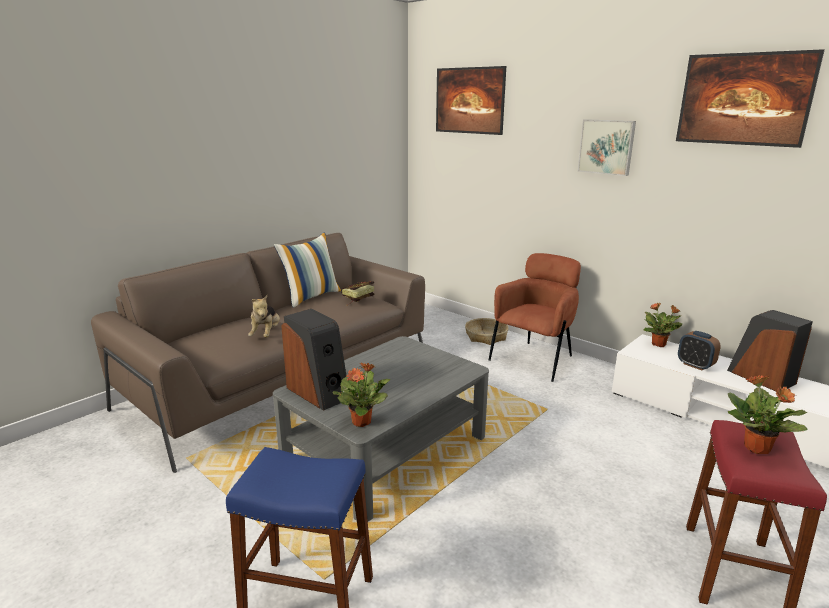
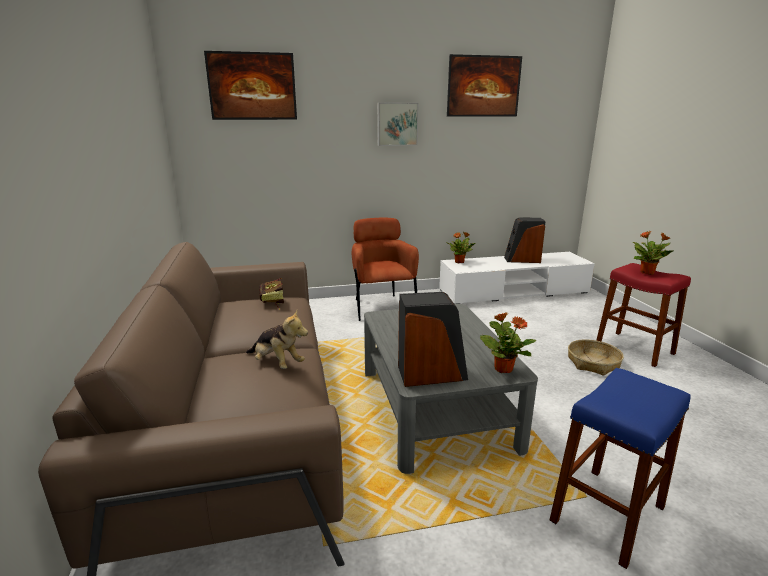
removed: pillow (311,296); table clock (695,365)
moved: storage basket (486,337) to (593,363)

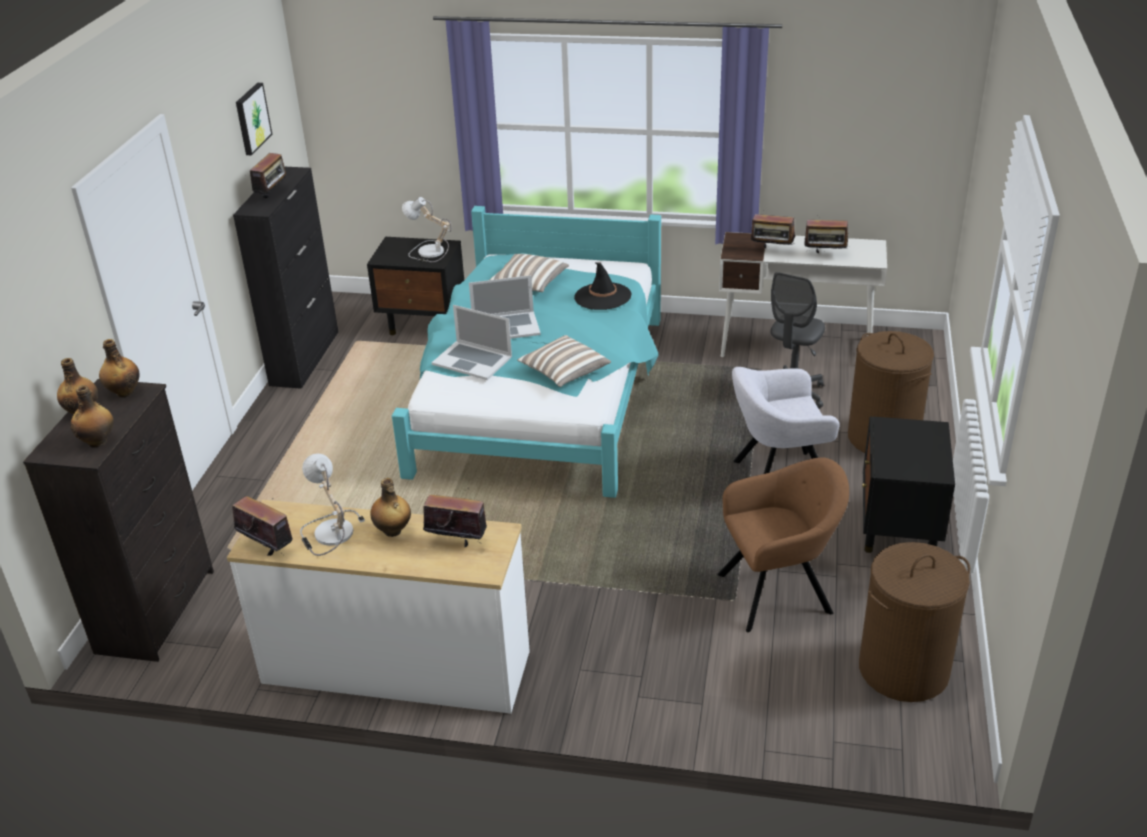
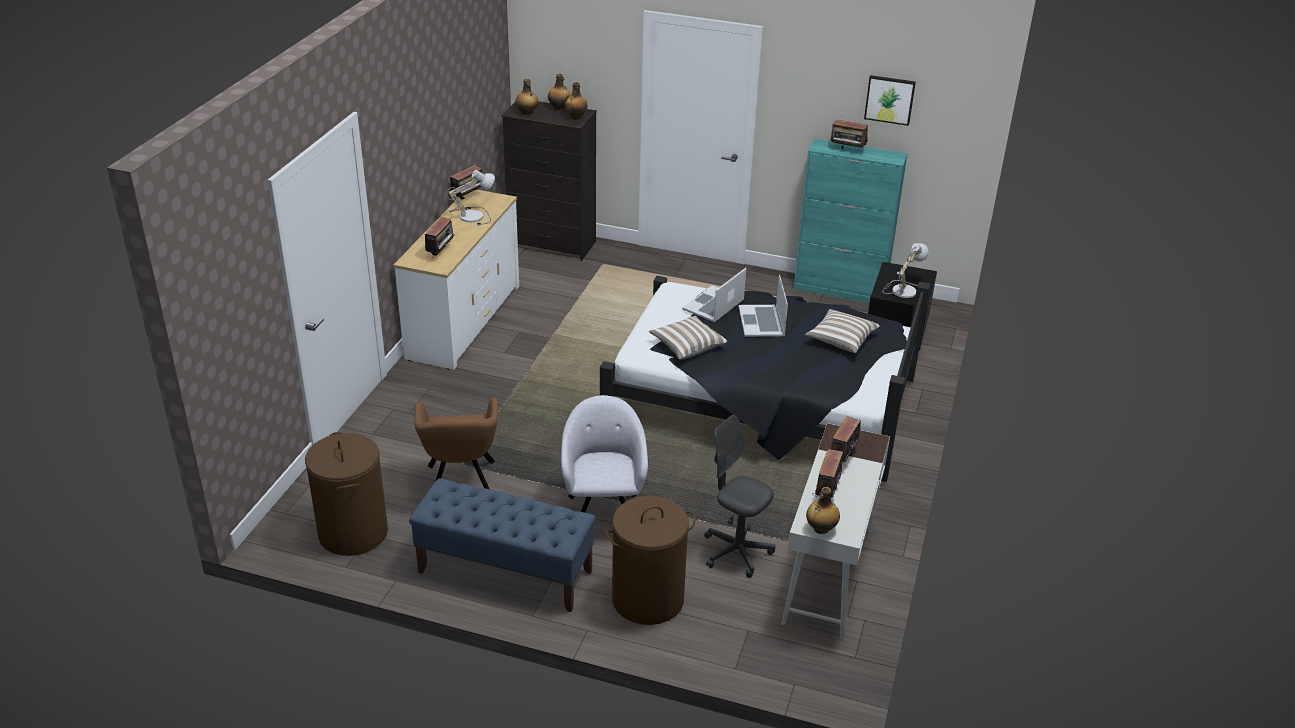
removed: hat (black-coloured) (602,297)
moved: bottle (393,531) to (820,529)
replaced: nightstand (black-coloured) (898,533) to indoor bench (blue) (504,572)
recoloured: cabinet (black-coloured) (305,357) to cabinet (turquoise-coloured) (840,290); bed (turquoise-coloured) (540,397) to bed (black-coloured) (760,400)

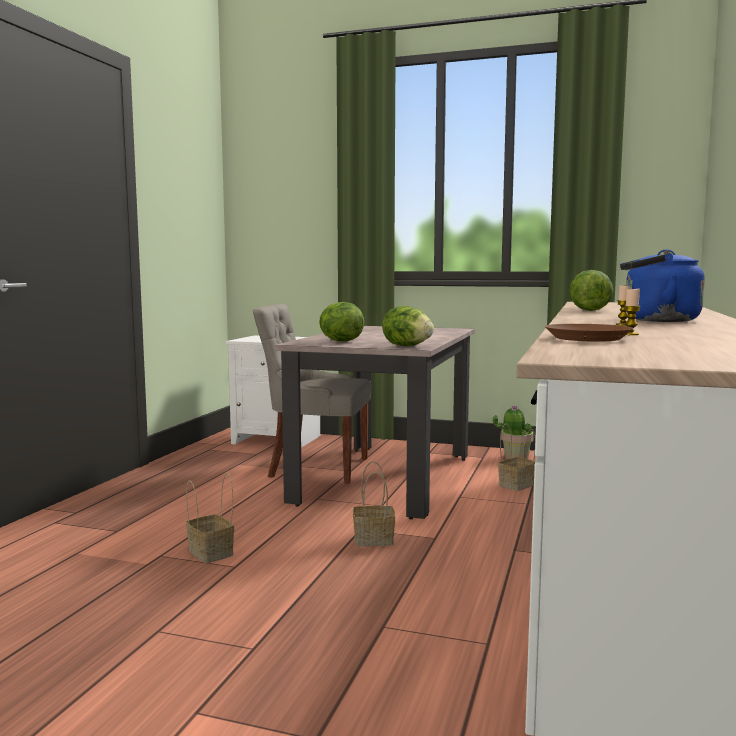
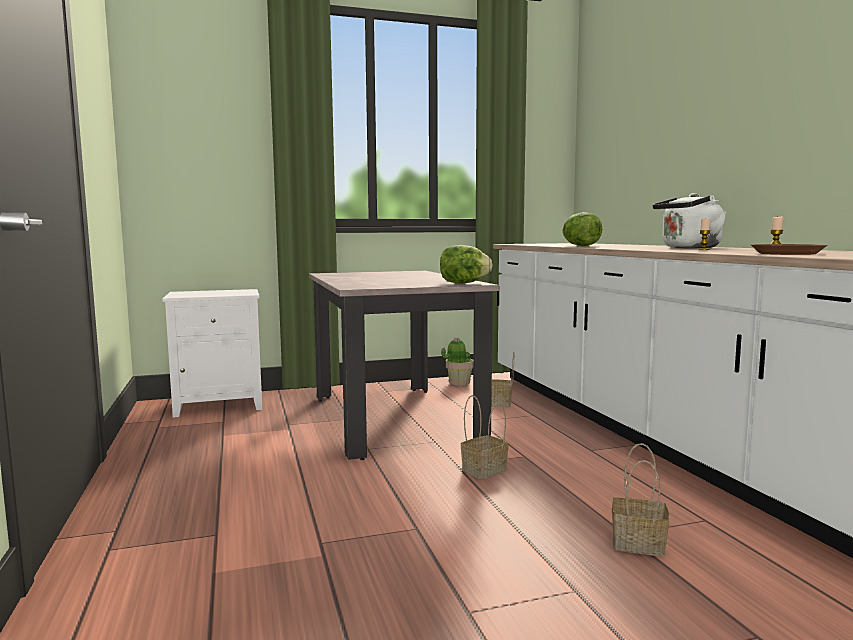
removed: lettuce (340,341); chair (greyish) (316,467)
moved: storage basket (212,553) to (640,543)
recoloured: water kettle (blue) (656,320) to water kettle (white) (688,248)

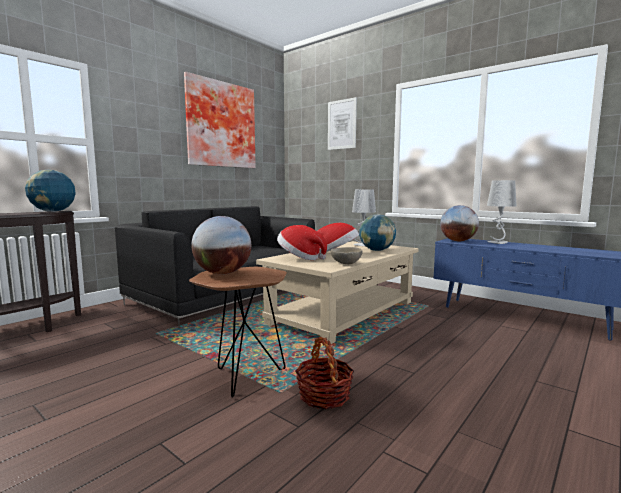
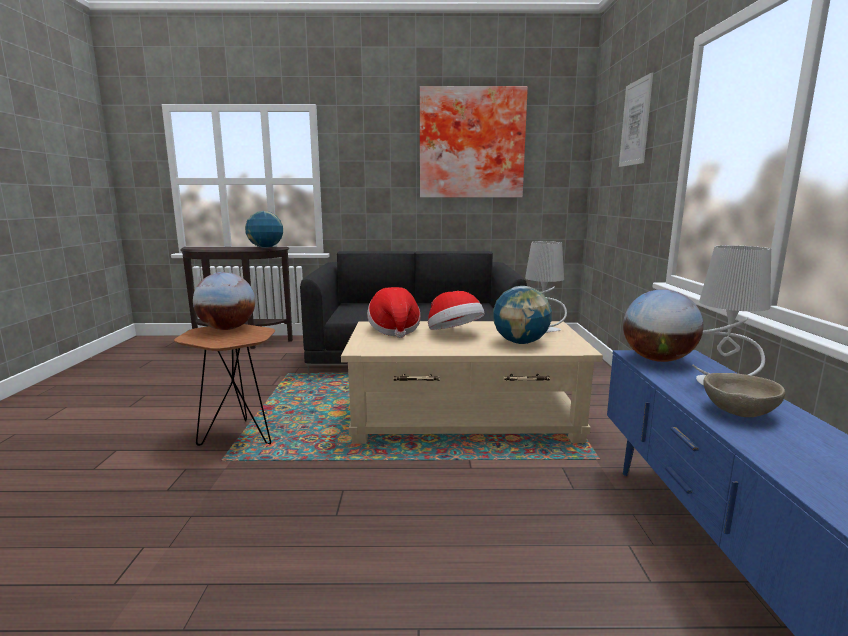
removed: storage basket (324,395)
moved: bowl (beige) (346,263) to (738,411)

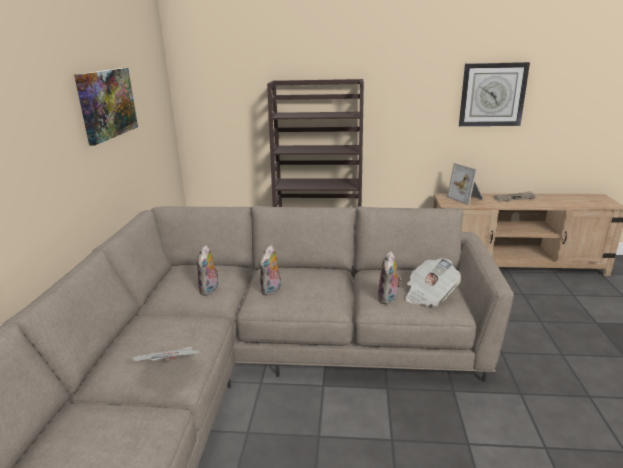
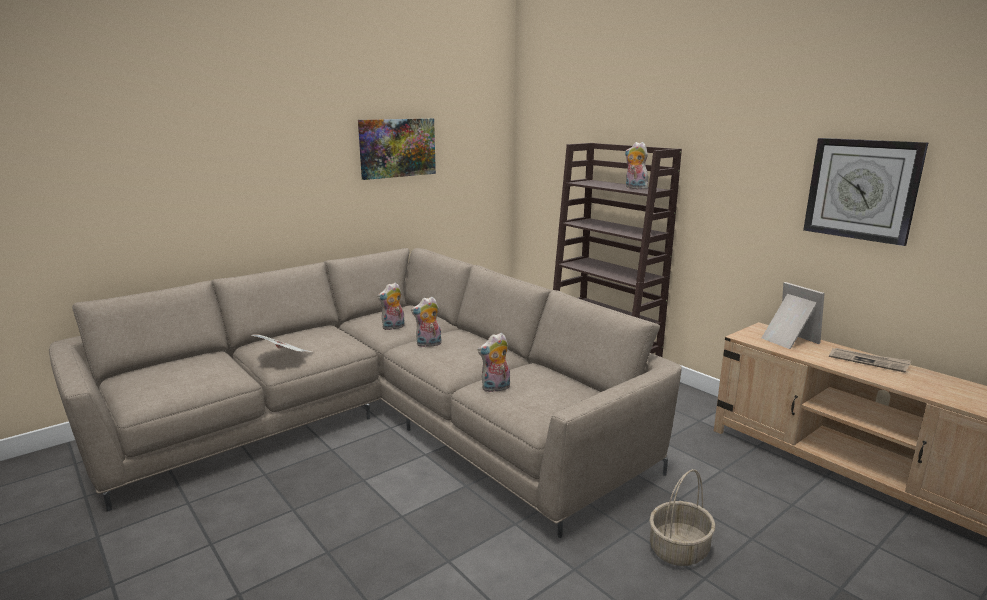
removed: printed paper (429,295)
added: soft toy (634,188); storage basket (679,550)
turned: picture frame (466,198) = (787,340) 135 degrees clockwise

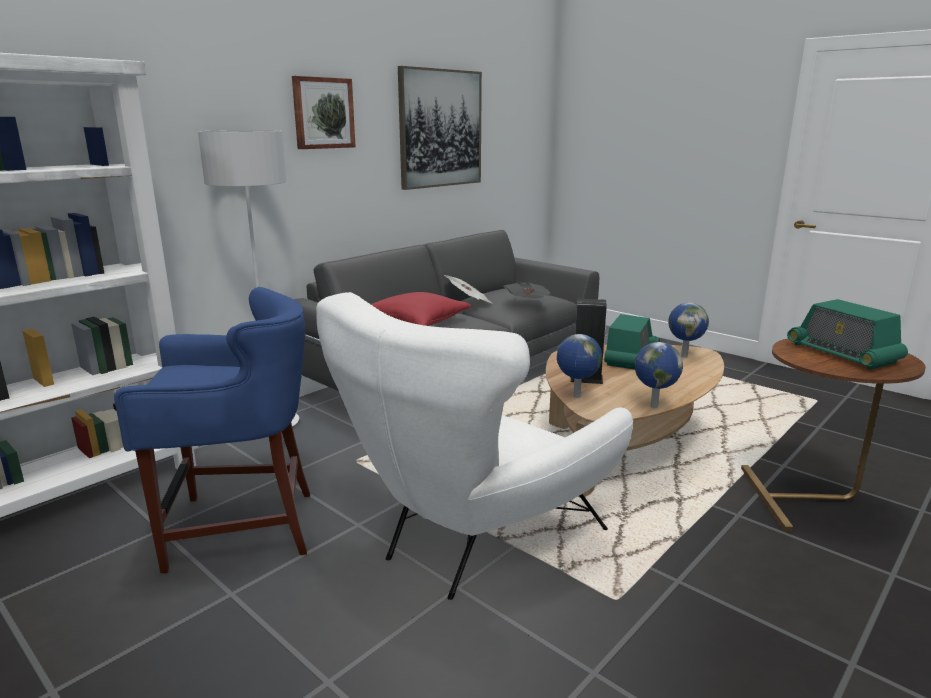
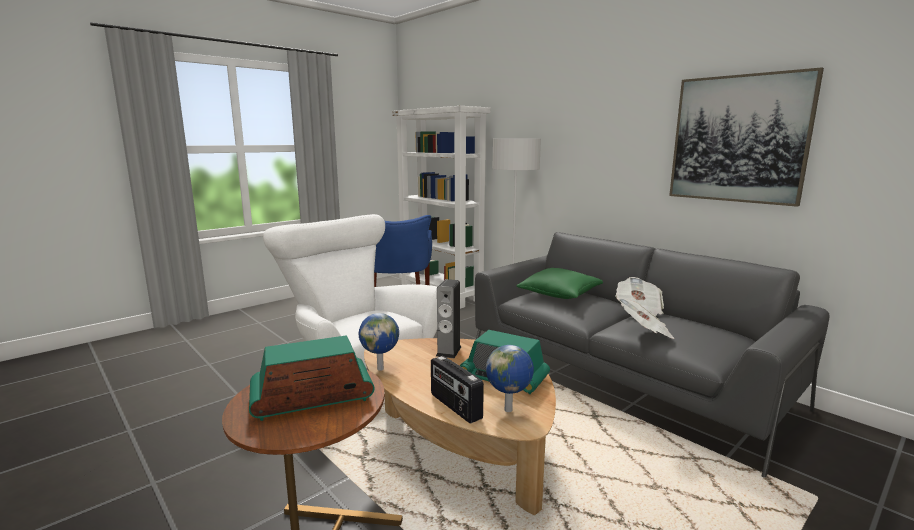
removed: wall art (323,113); globe (576,396)
added: radio receiver (455,406)
recoloured: pillow (red-coloured) (417,322) to pillow (greenish) (560,294)

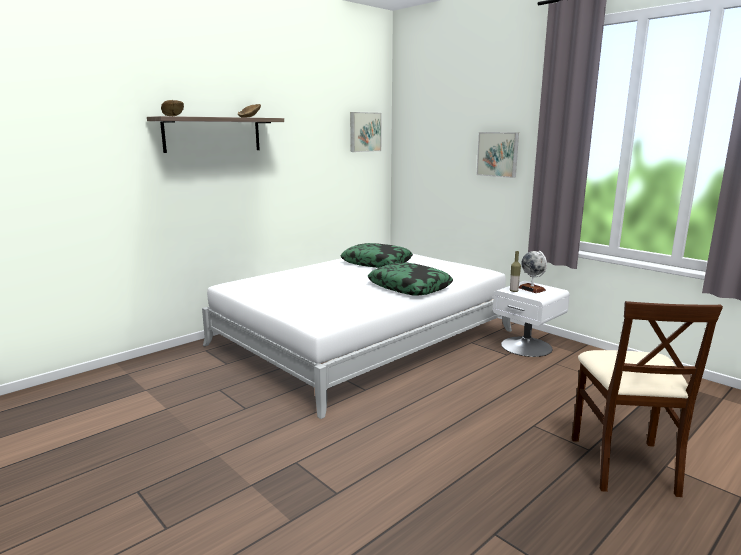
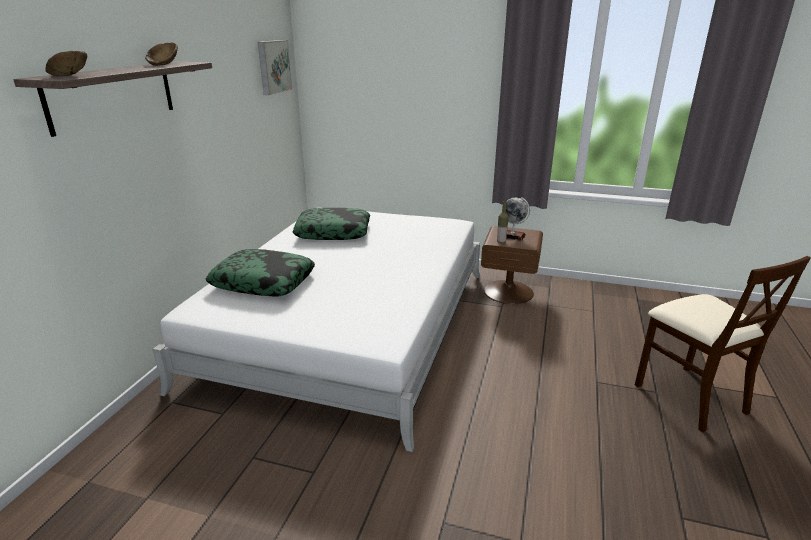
removed: wall art (498,154)
moved: pillow (410,287) to (263,282)
recoloured: nightstand (white) (527,346) to nightstand (brown) (508,291)

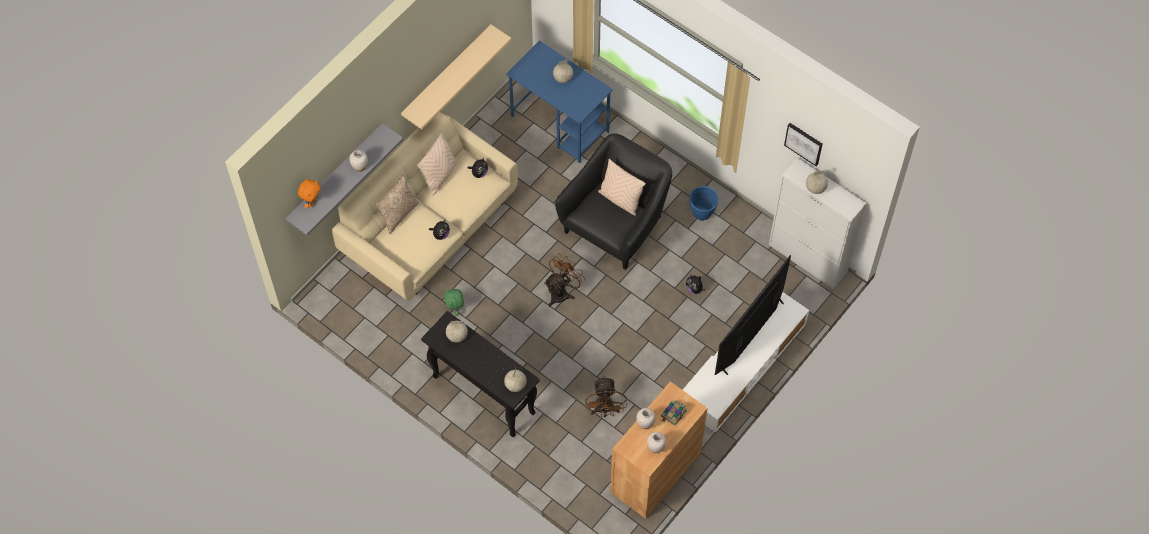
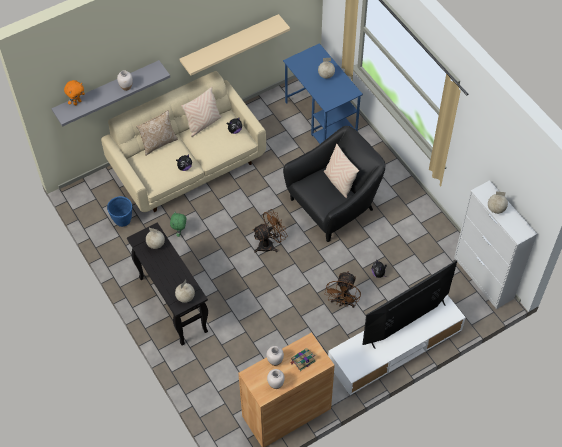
removed: wall art (804,143)
moved: plant pot (blue) (702,214) to (123,221); fan (brown) (605,410) to (343,302)

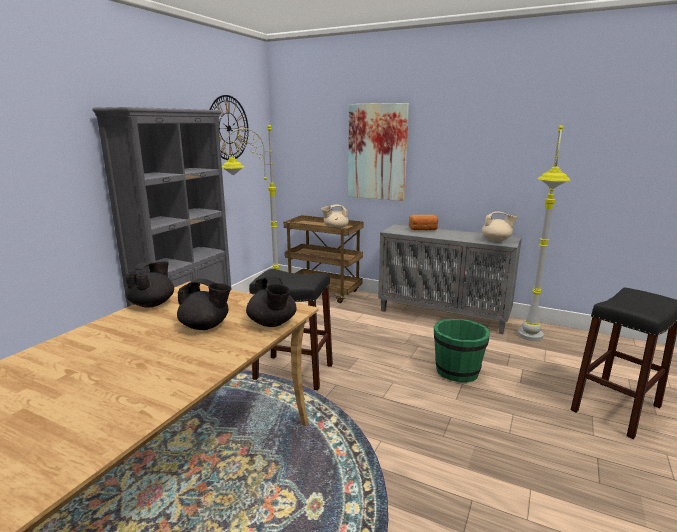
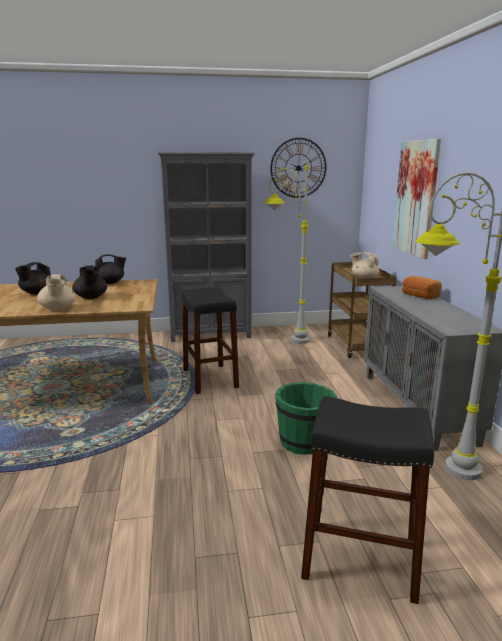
moved: teapot (beige) (496,240) to (58,309); teapot (black-coloured) (272,323) to (36,293)

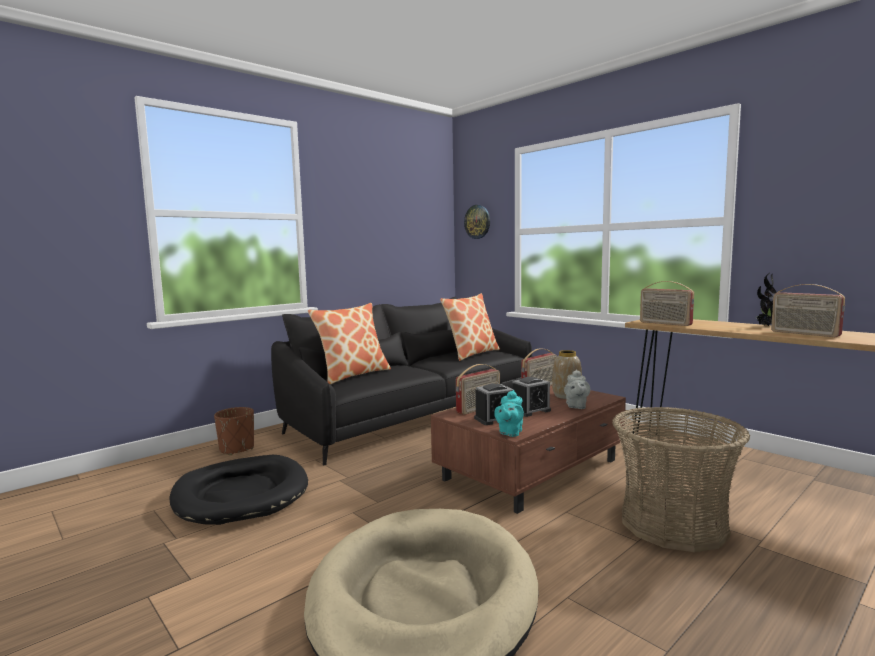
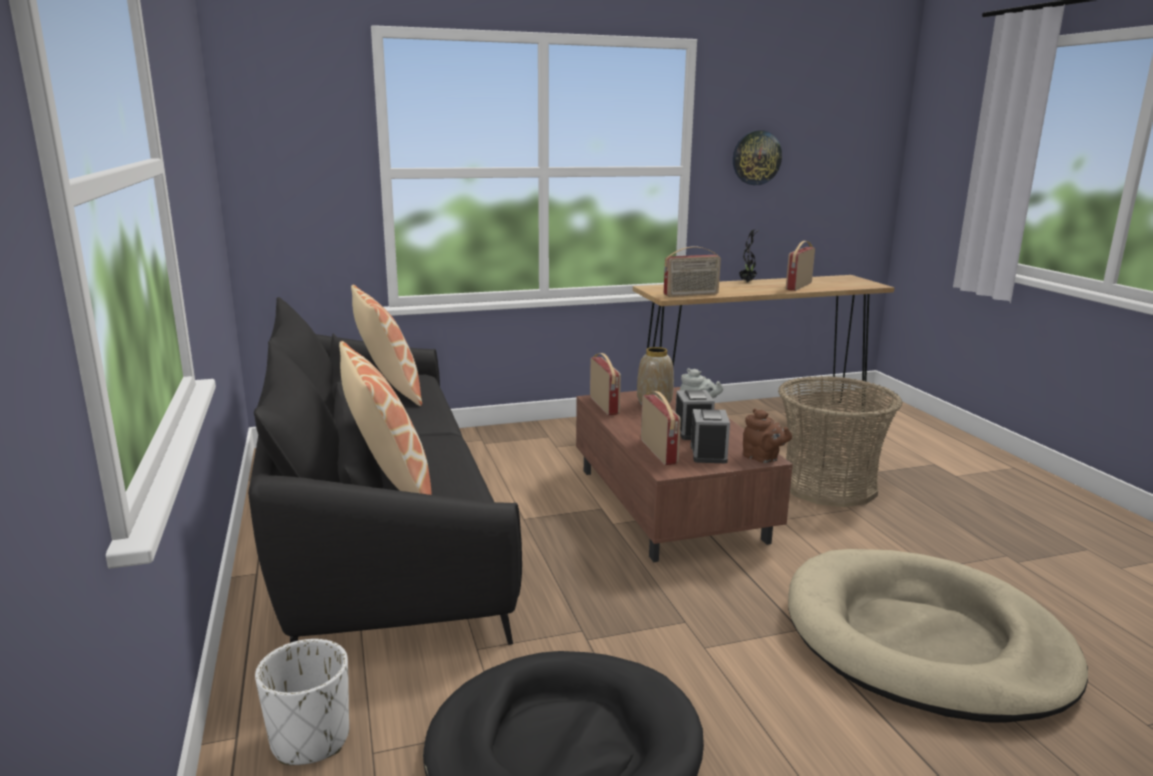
moved: clock on the wall (477,222) to (756,158)
recoloured: teapot (turquoise-coloured) (509,433) to teapot (brown) (763,458); plant pot (brown) (237,449) to plant pot (white) (310,739)
turned: radio receiver (804,334) = (798,286) 135 degrees clockwise

